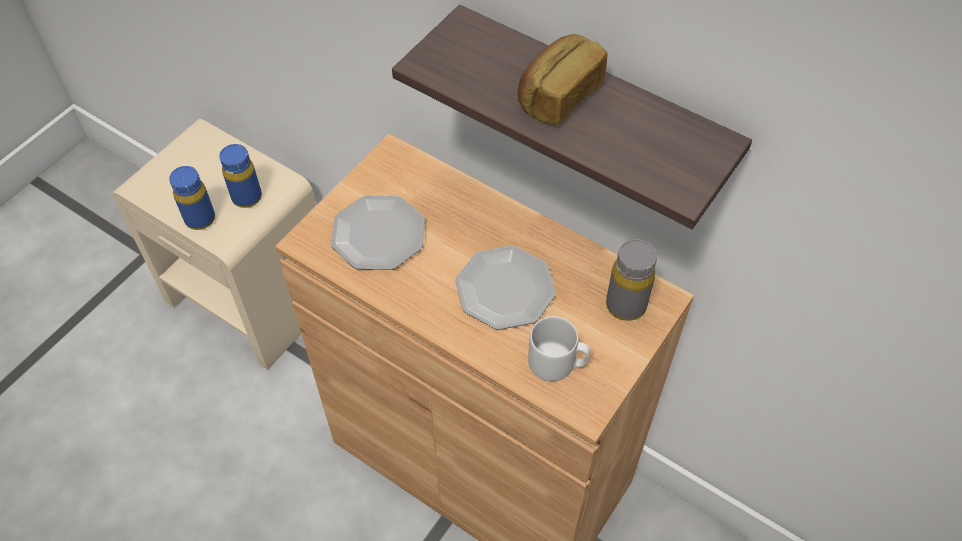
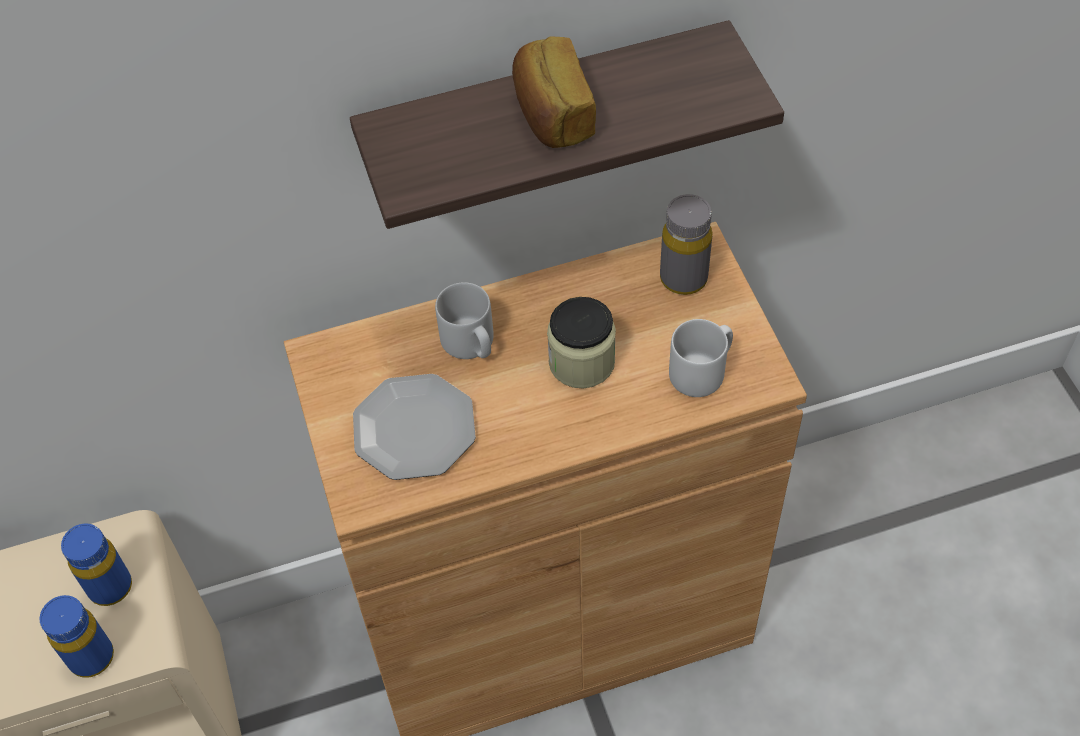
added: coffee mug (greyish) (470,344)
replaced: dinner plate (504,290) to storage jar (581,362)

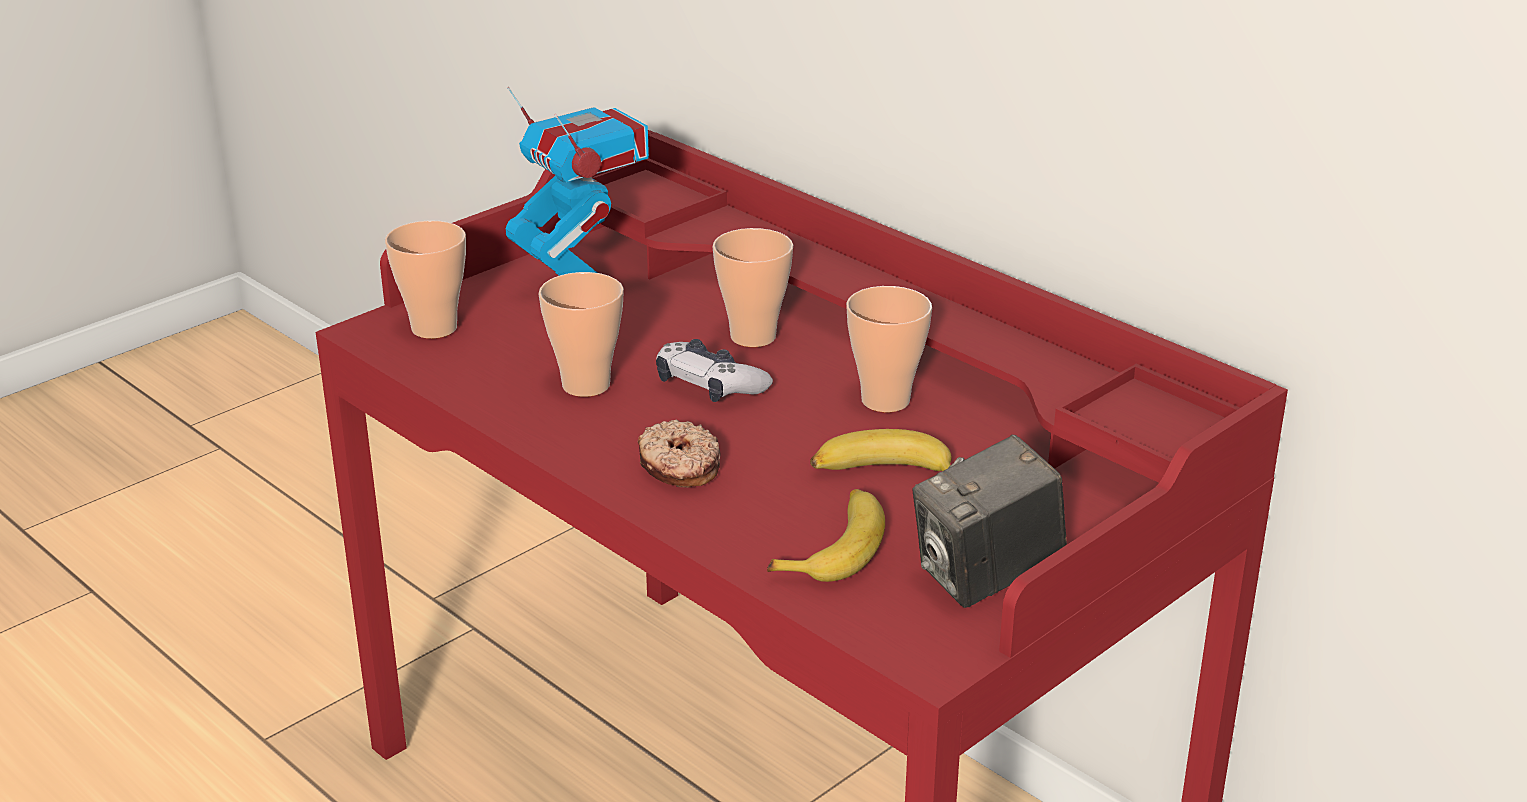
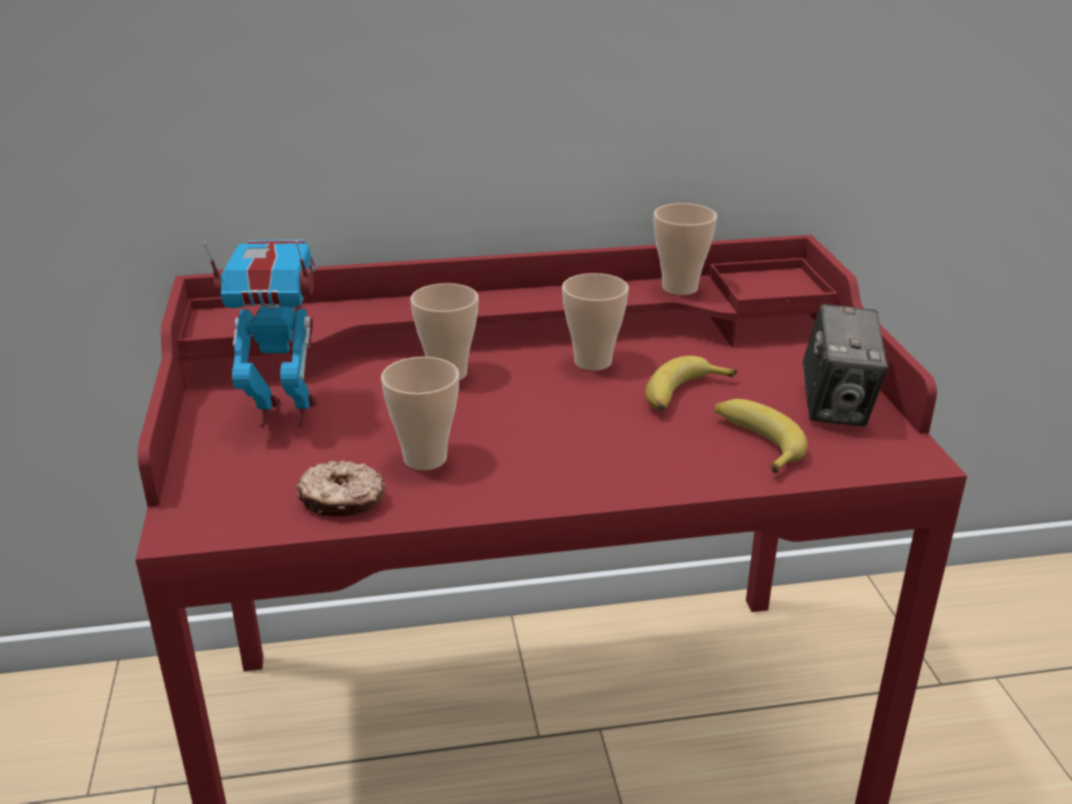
removed: gamepad (710,386)
moved: small cup (434,328) to (679,288); doughnut (678,467) to (342,500)

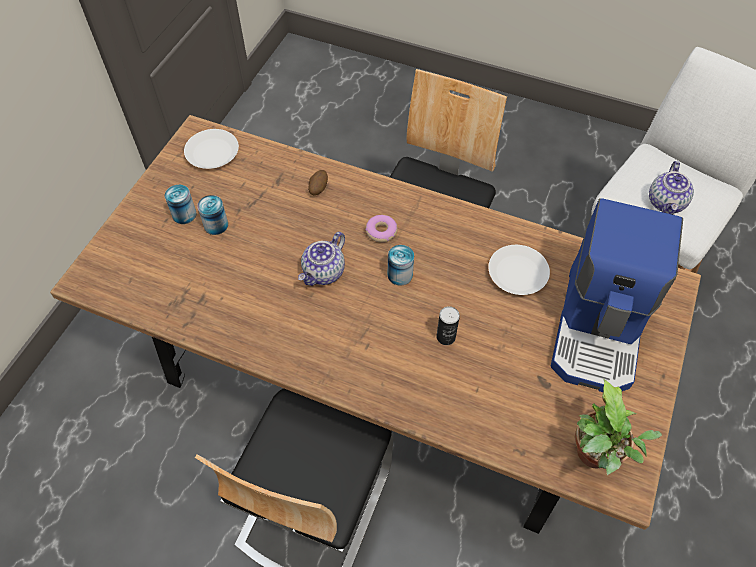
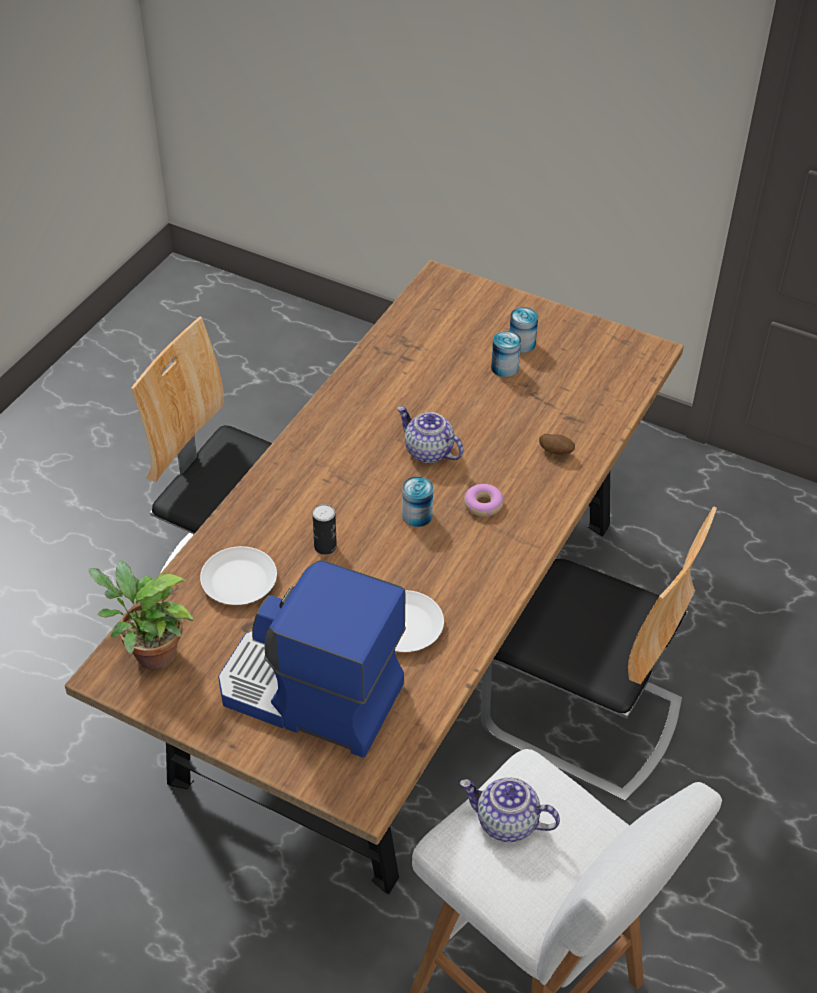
moved: dinner plate (white) (212,153) to (240,581)

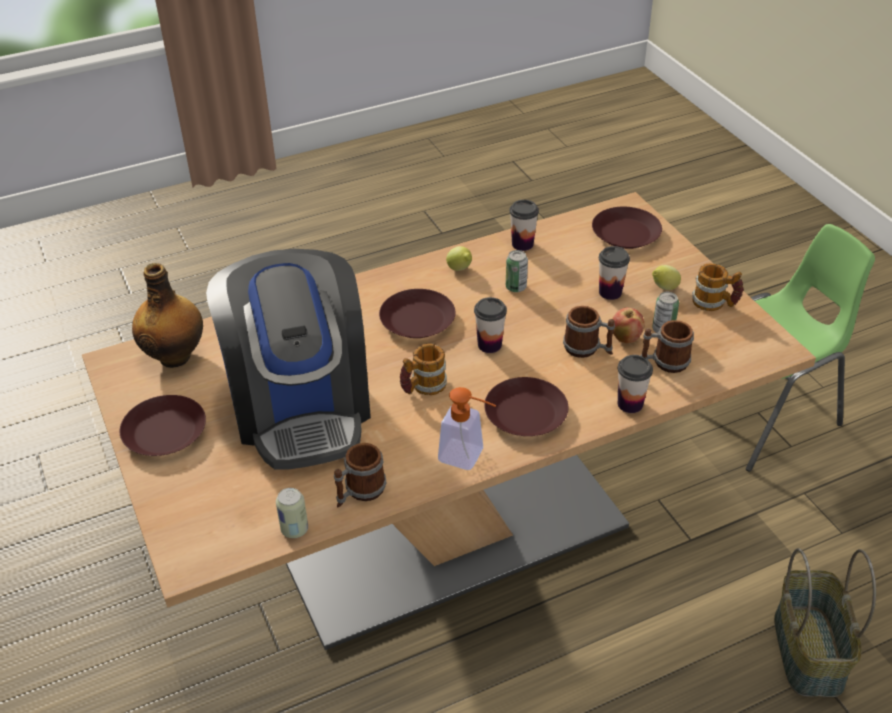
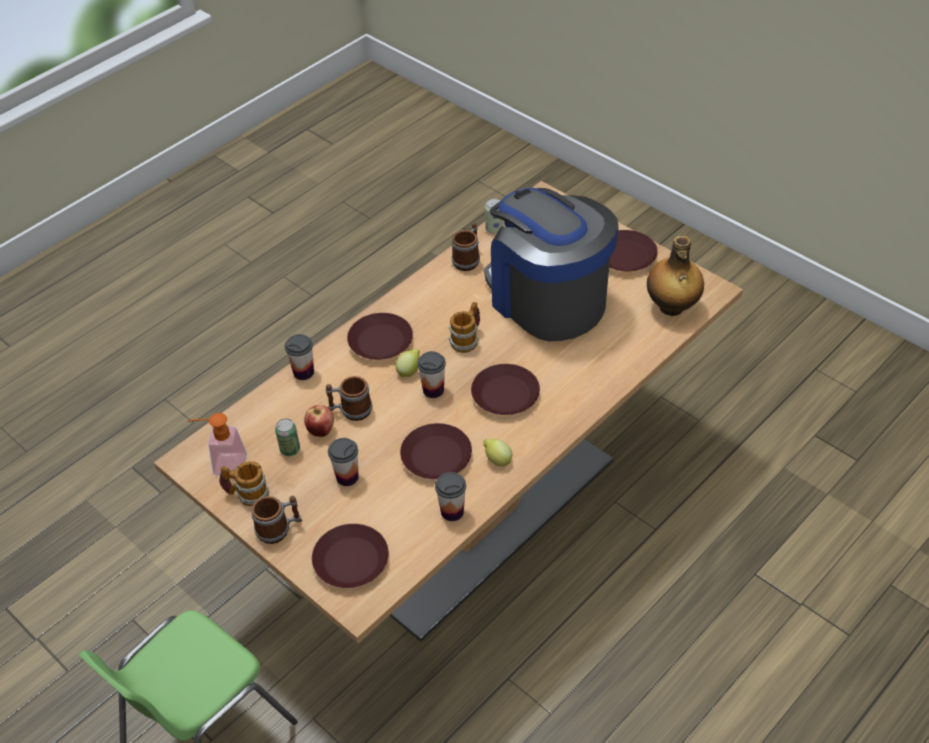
removed: storage basket (809,652)
moved: citrus fruit (663,288) to (409,371); coffee mug (664,362) to (279,529); liquid soap bottle (468,457) to (223,464)
replaced: sealed can (516,287) to dinner plate (brown) (436,456)

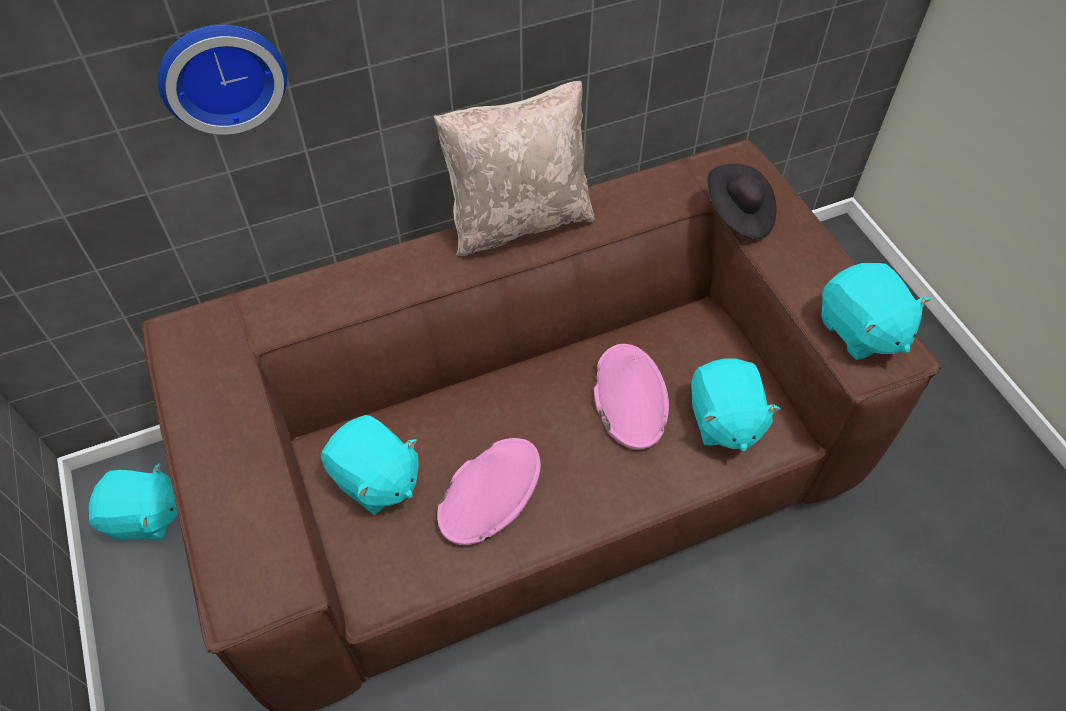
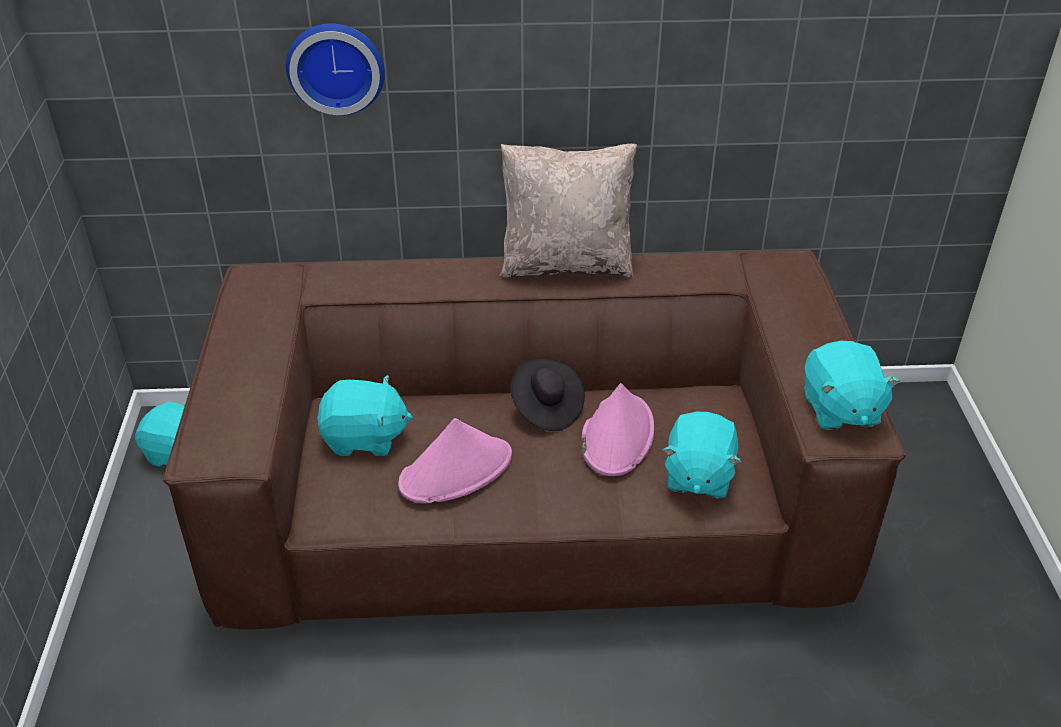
moved: hat (black-coloured) (738,215) to (546,408)
turned: soft toy (turquoise-coloured) (375,479) = (364,438) 60 degrees counterclockwise

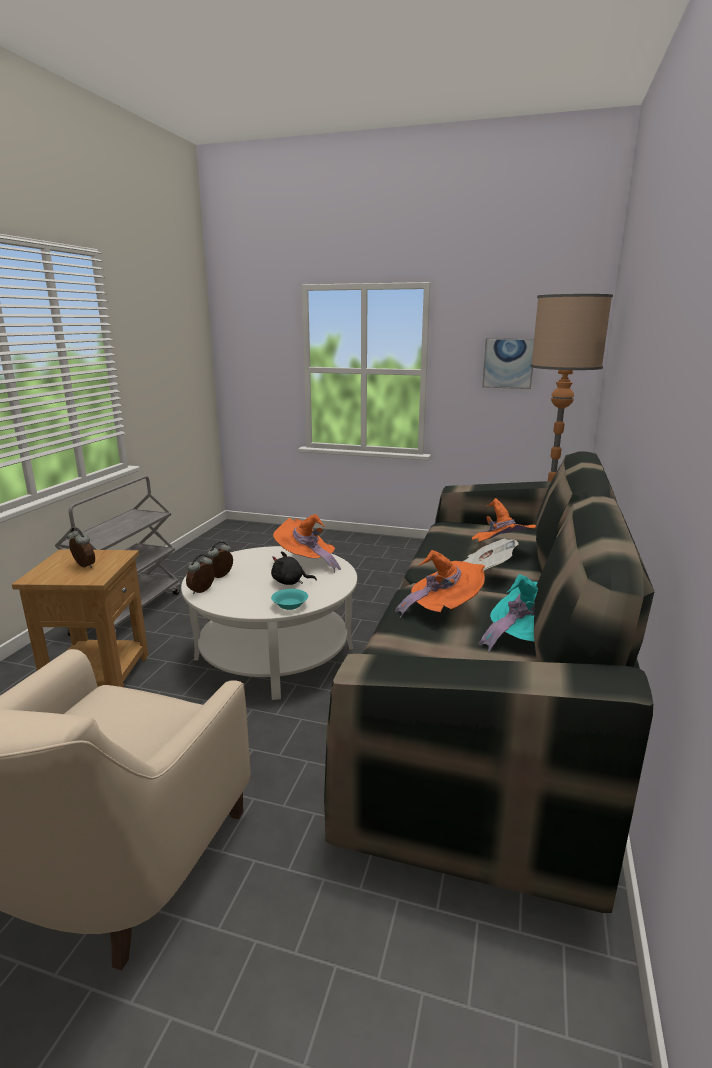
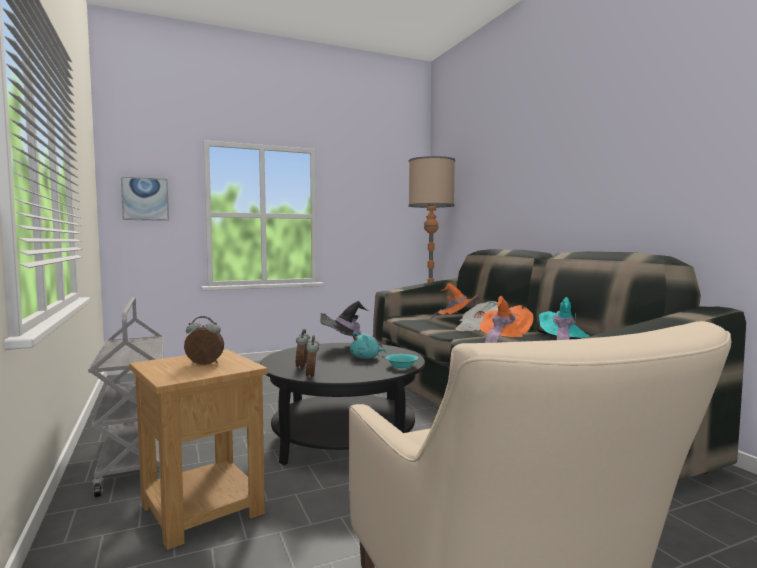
moved: wall art (508,363) to (145,199)
recoloured: hat (orange-coloured) (306,562) to hat (black-coloured) (347,348); low table (white) (275,652) to low table (black-coloured) (344,438); soft toy (black-coloured) (290,582) to soft toy (turquoise-coloured) (366,358)

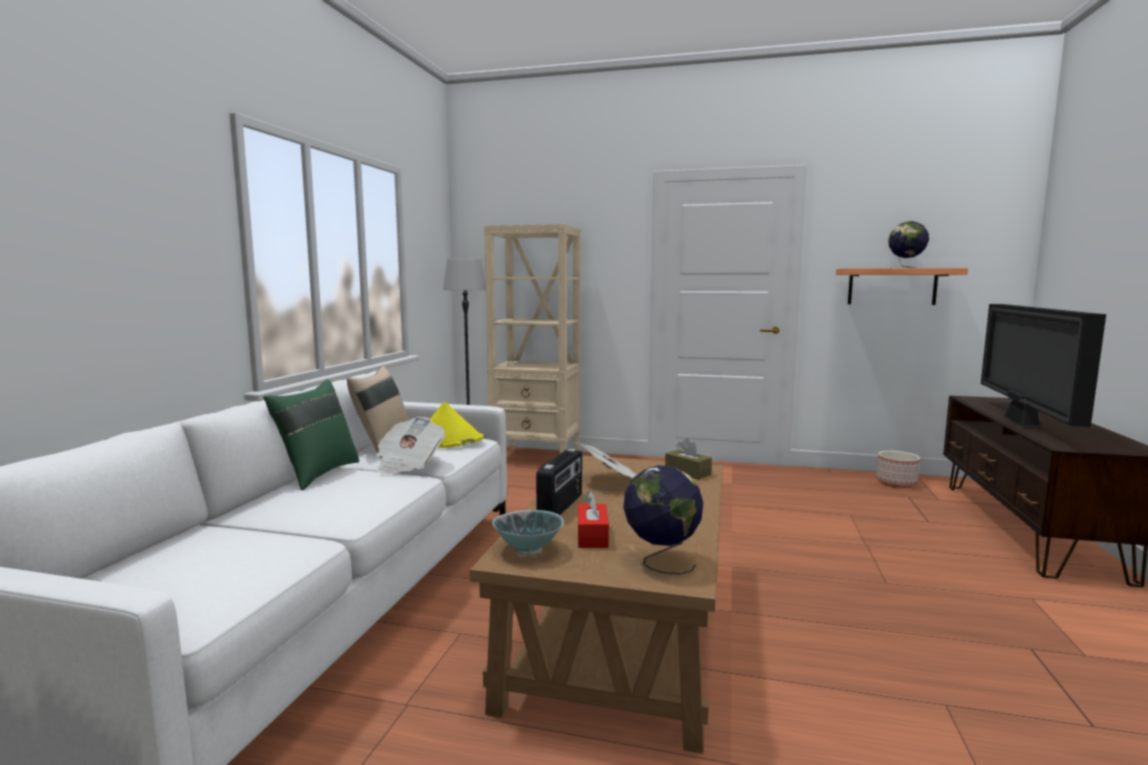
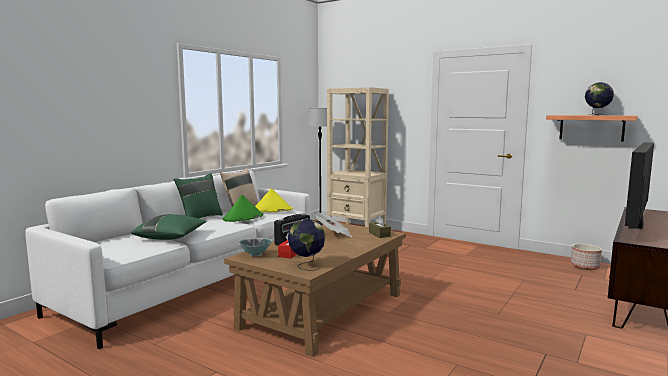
added: pillow (greenish) (171,238)
replaced: printed paper (408,464) to hat (greenish) (243,218)

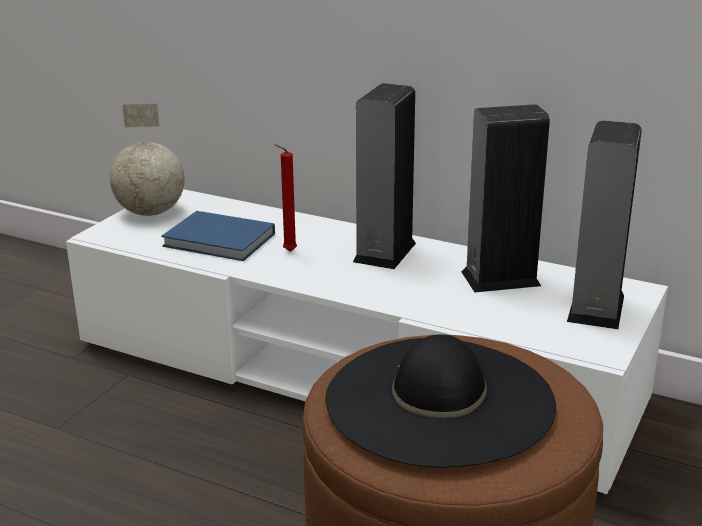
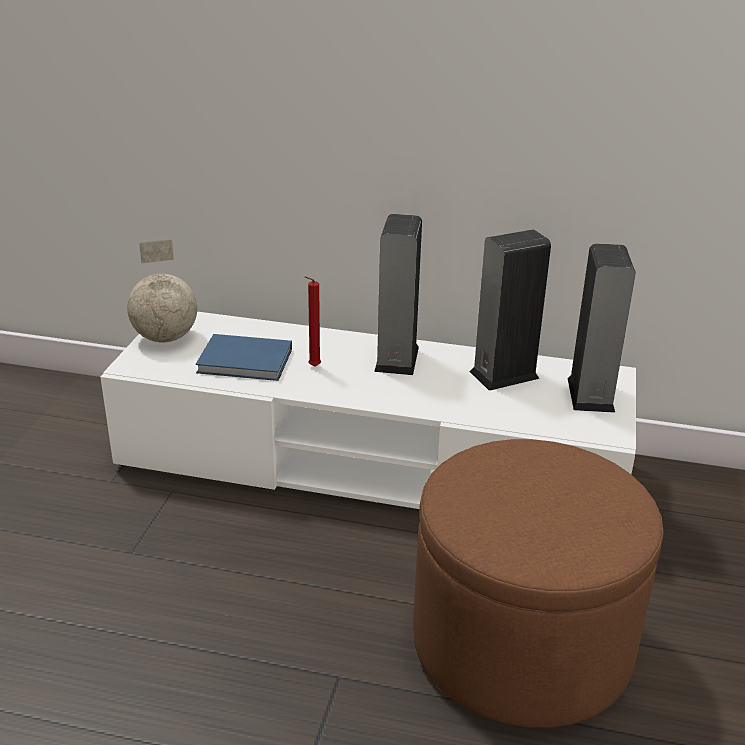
removed: hat (black-coloured) (439,400)

